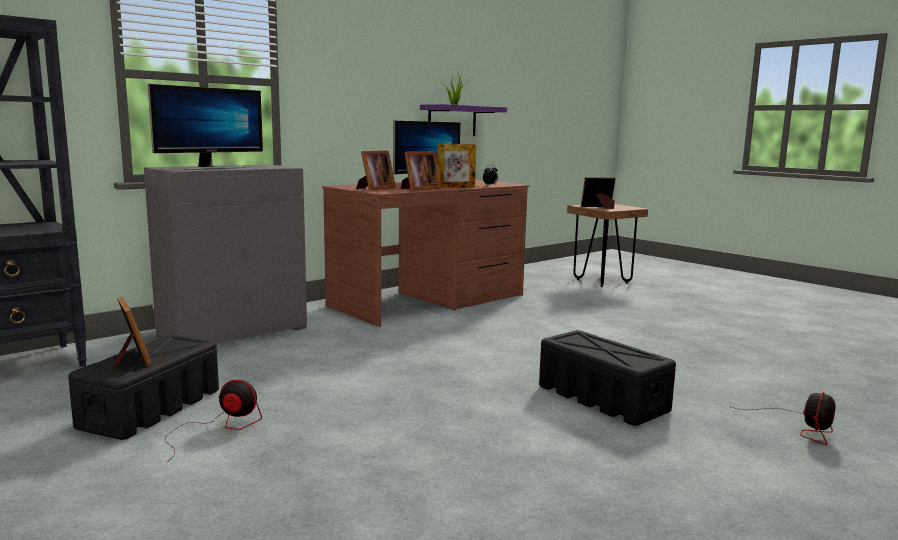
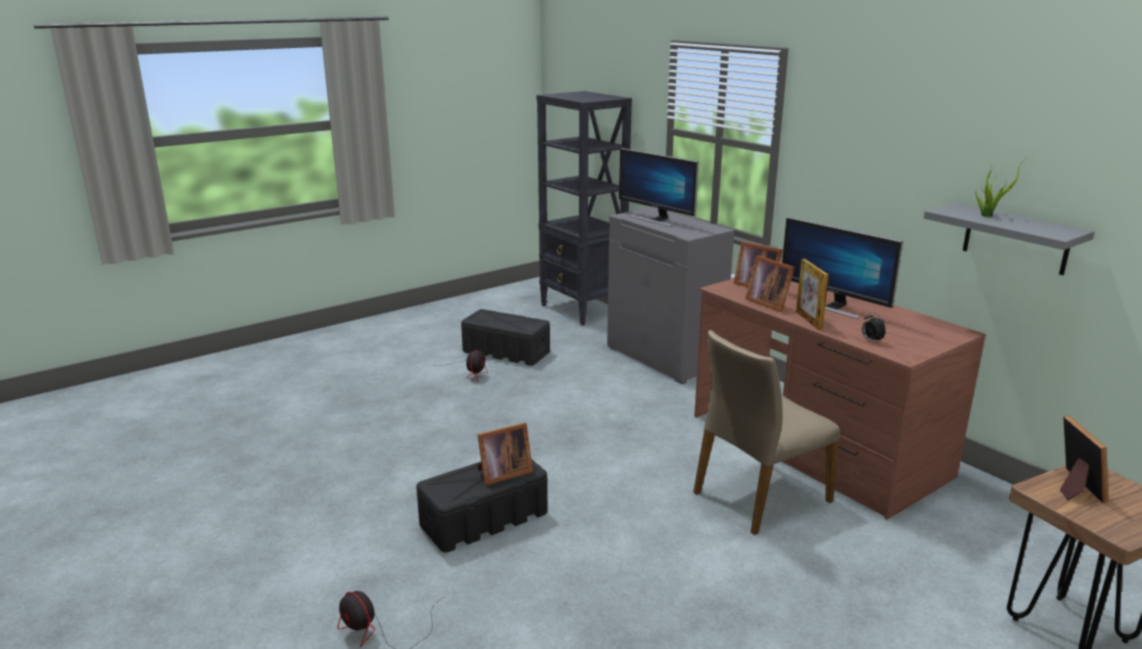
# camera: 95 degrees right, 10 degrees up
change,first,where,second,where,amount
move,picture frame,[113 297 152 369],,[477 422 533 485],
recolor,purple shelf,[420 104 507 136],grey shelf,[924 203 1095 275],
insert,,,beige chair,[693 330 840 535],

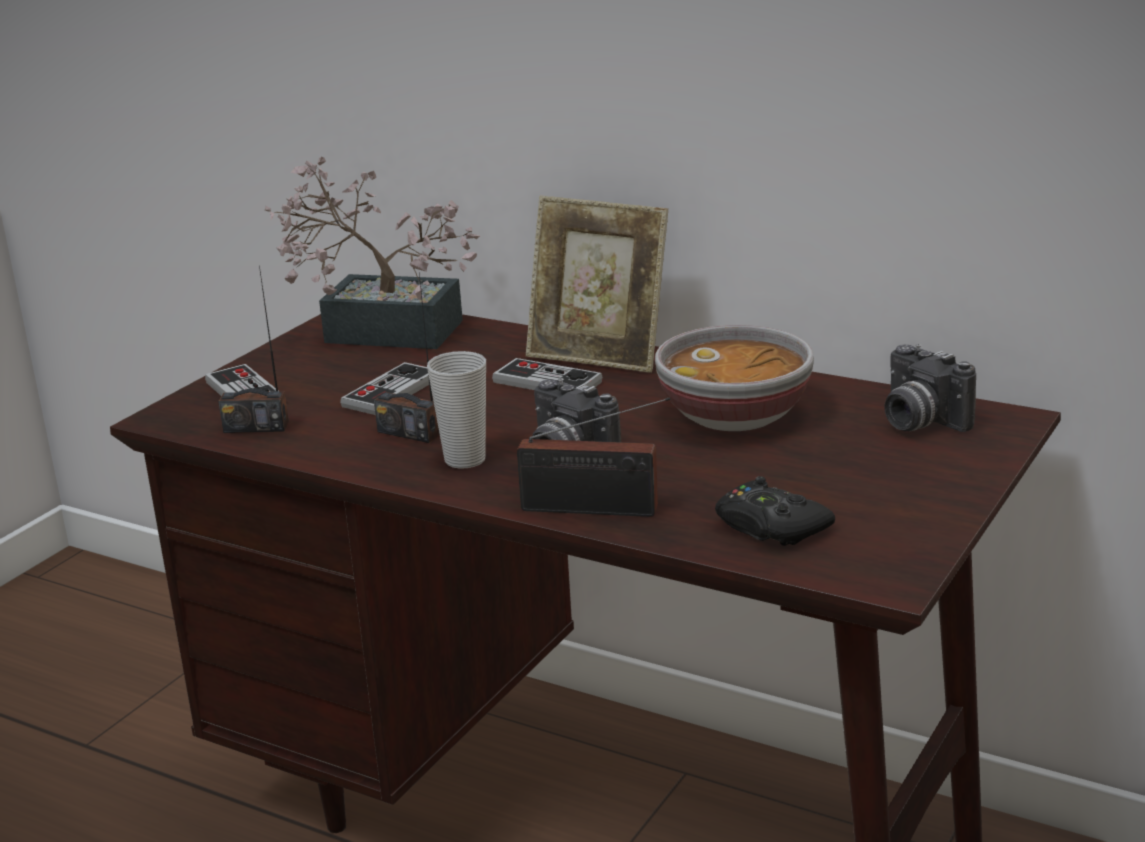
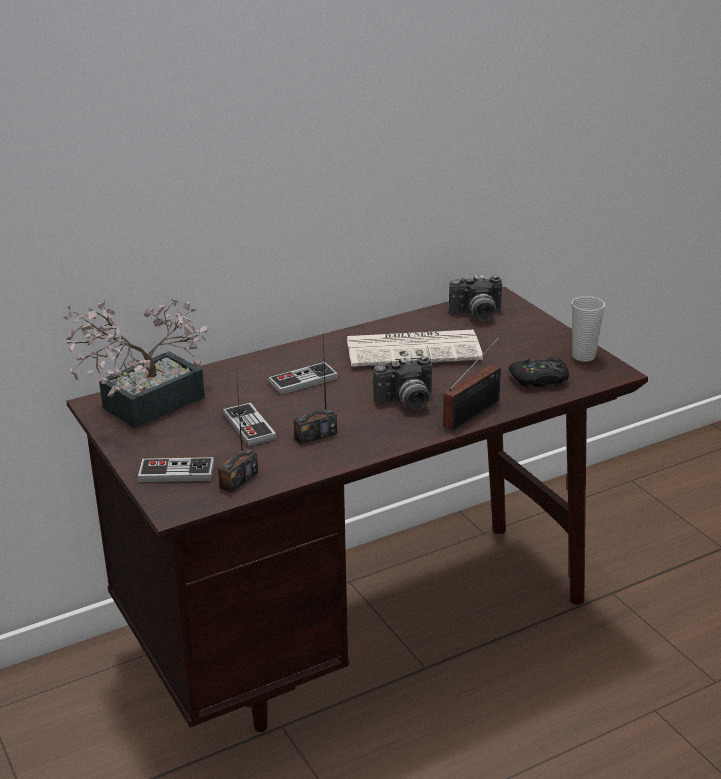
# camera: 60 degrees left, 5 degrees up
change,first,where,second,where,amount
move,cup,[427 351 486 469],,[572 296 605 362],
delete,picture frame,[526 196 668 373],,,
replace,bowl,[655 325 814 431],newspaper,[347 330 483 367],

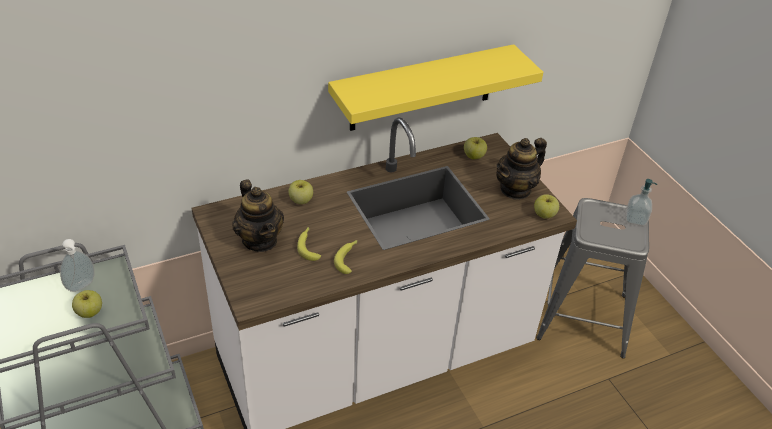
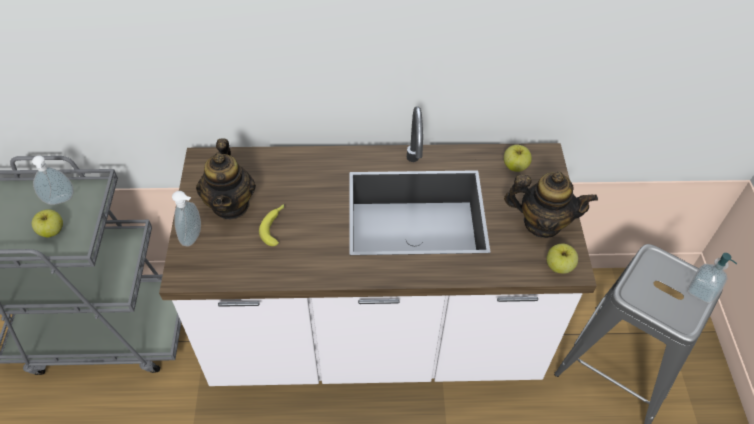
# camera: 25 degrees right, 10 degrees up
change,first,where,second,where,amount
delete,apple,[288 180 313 204],,,
delete,yellow shelf,[328 44 543 131],,,
delete,banana,[334 240 357 274],,,
rotate,teapot,[496 138 547 200],,[504 171 598 238],150 degrees counterclockwise
insert,,,soap dispenser,[172 191 201 247],

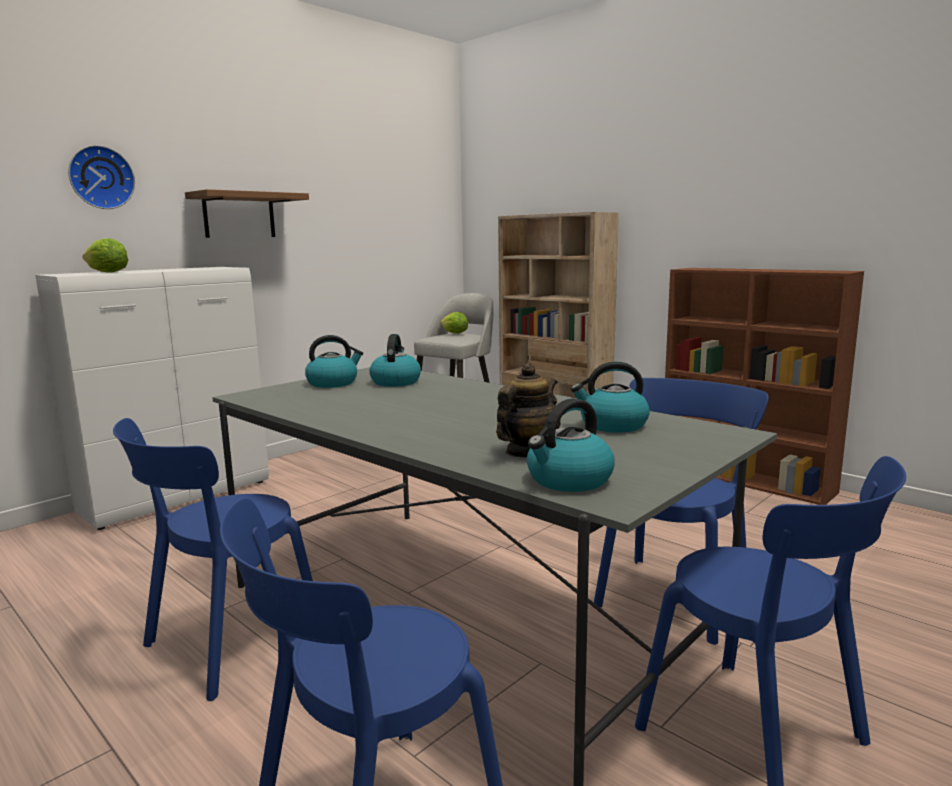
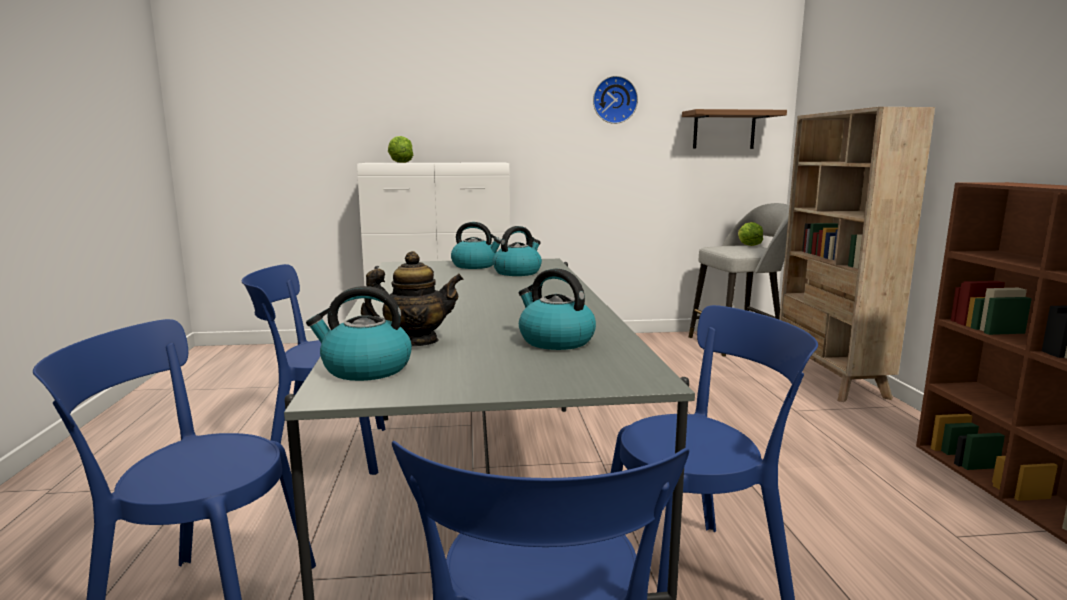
# camera: 40 degrees right, 0 degrees up
change,first,where,second,where,amount
move,wall clock,[68 145 135 209],,[593 76 638 124],
move,brown shelf,[185 189 309 238],,[682 109 787 149],

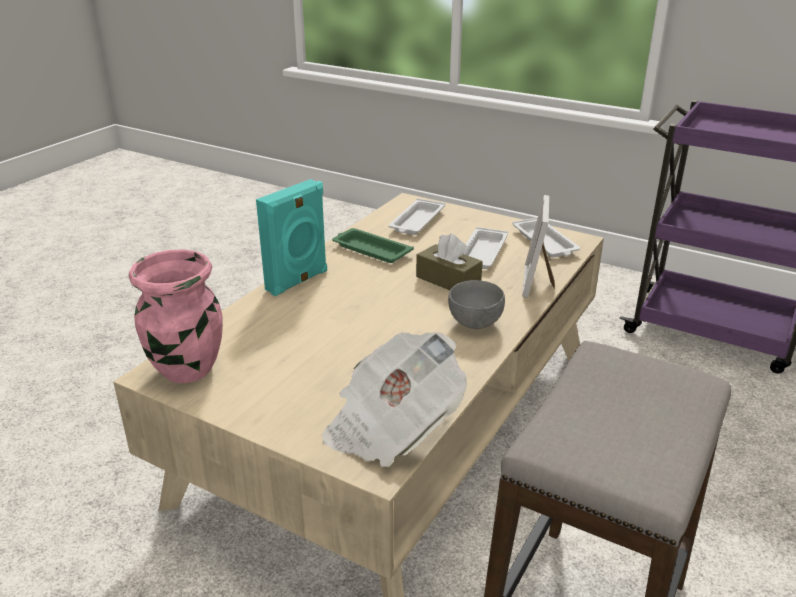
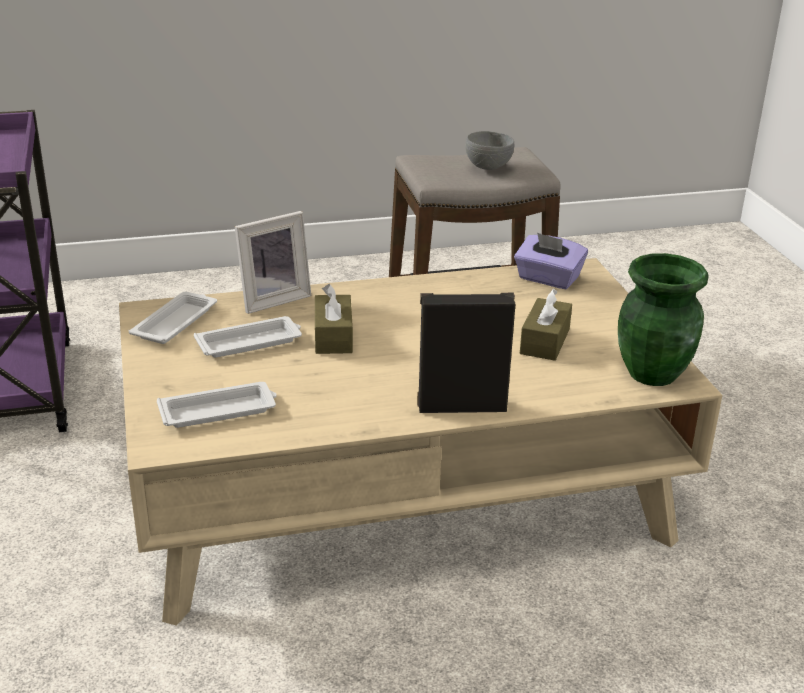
# camera: 135 degrees left, 0 degrees up
change,first,where,second,where,amount
recolor,pink vase,[128 249 223 383],green vase,[618 253 709 386],
recolor,turquoise speaker,[256 179 327 296],black speaker,[417 293 515 413],
replace,newspaper,[322 332 467 467],purple tissue box,[514 232 588 290],
delete,green tray,[332 228 414 263],,,
move,grey bowl,[448 280 505 329],,[465 131 514 170],
insert,,,brown tissue box,[520 289 572 361],

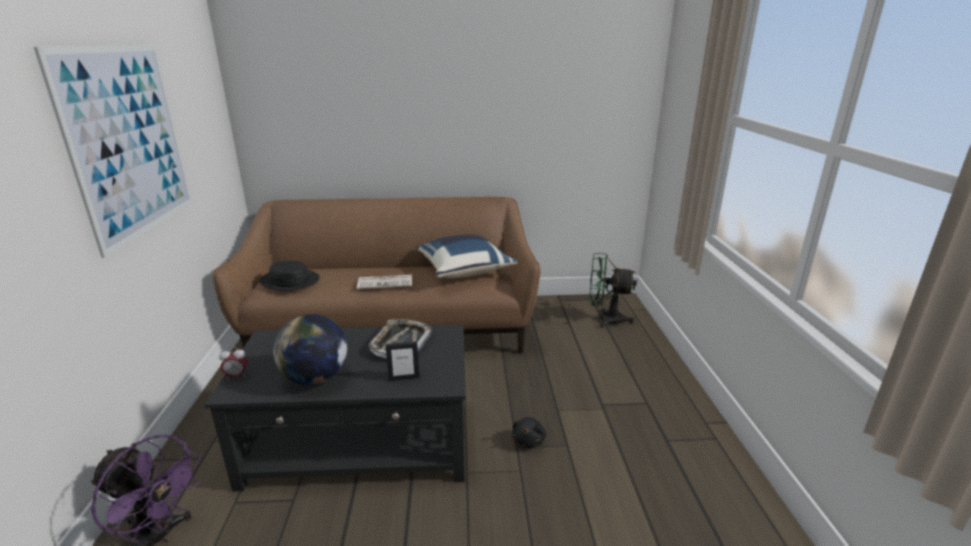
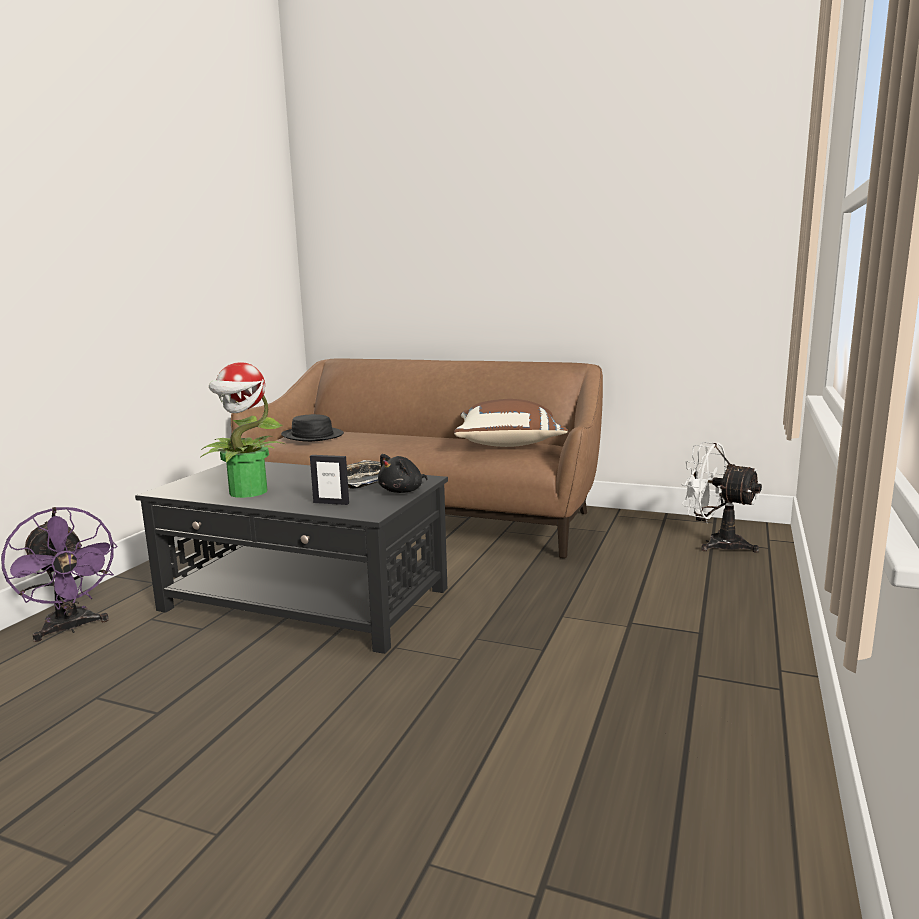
# camera: 25 degrees right, 10 degrees down
change,first,where,second,where,amount
delete,picture,[34 45 193 258],,,
delete,alarm clock,[219 347 248 380],,,
replace,globe,[273 314 348 385],potted plant,[200 362 285 498],
delete,newspaper,[357 275 412 289],,,
recolor,blue pillow,[416 235 518 278],brown pillow,[454 399 568 447],
move,black plush toy,[512 417 547 447],,[378 454 428 493],
recolor,green fan,[589 253 637 328],white fan,[681 442 762 553],

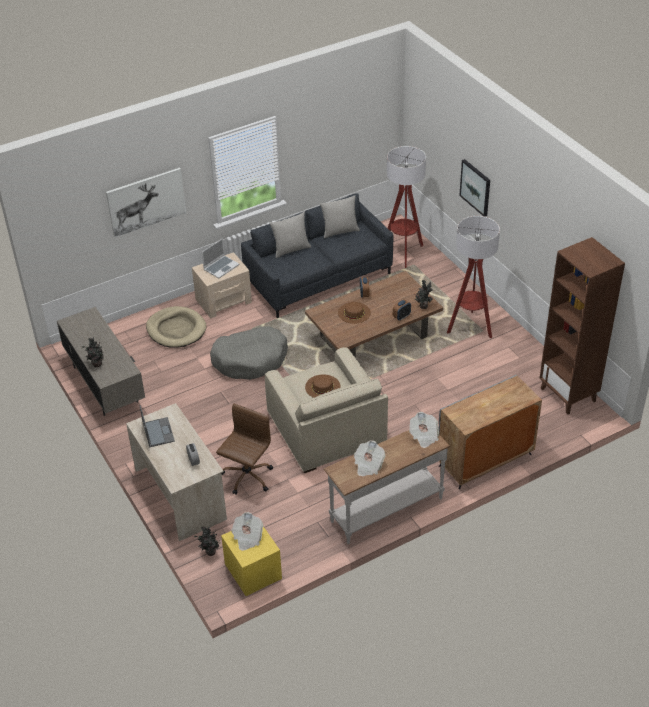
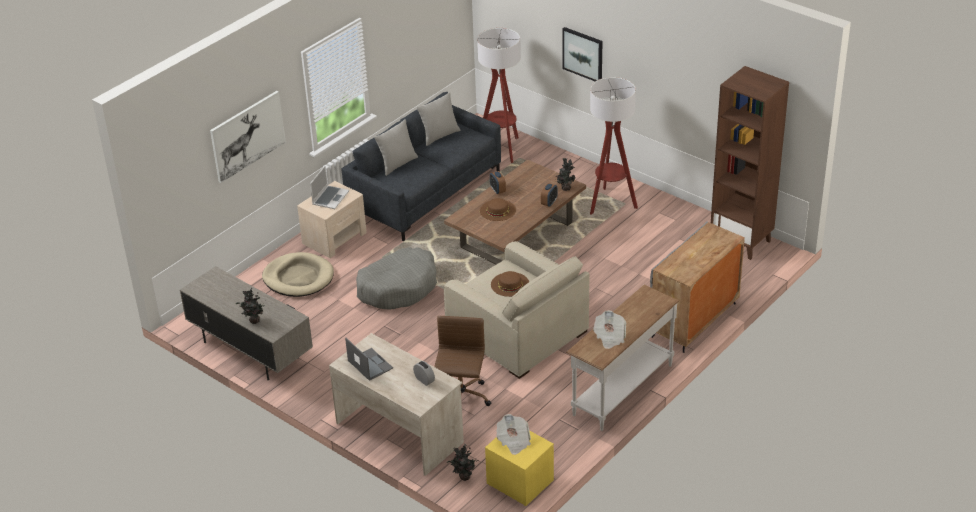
# camera: 20 degrees left, 5 degrees down
change,first,where,second,where,amount
delete,newspaper,[409 412 439 448],,,

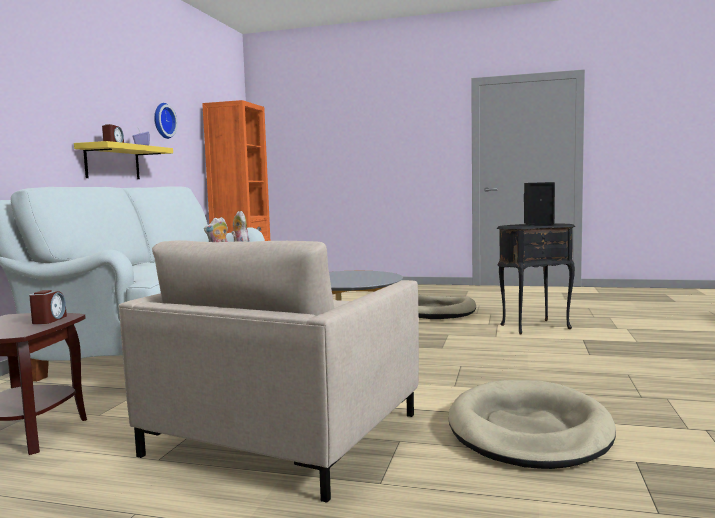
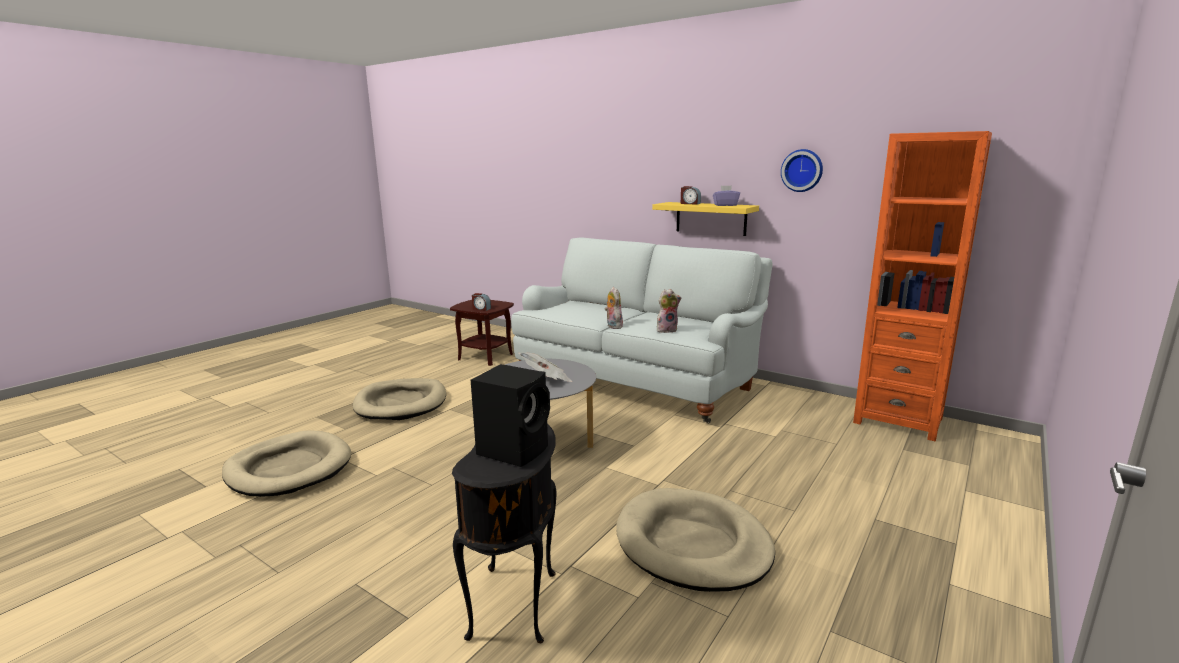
# camera: 110 degrees right, 10 degrees up
change,first,where,second,where,amount
replace,beige armchair,[118 240 419 503],beige dog bed,[353 378 446 420],
insert,,,newspaper,[519 352 573 382],

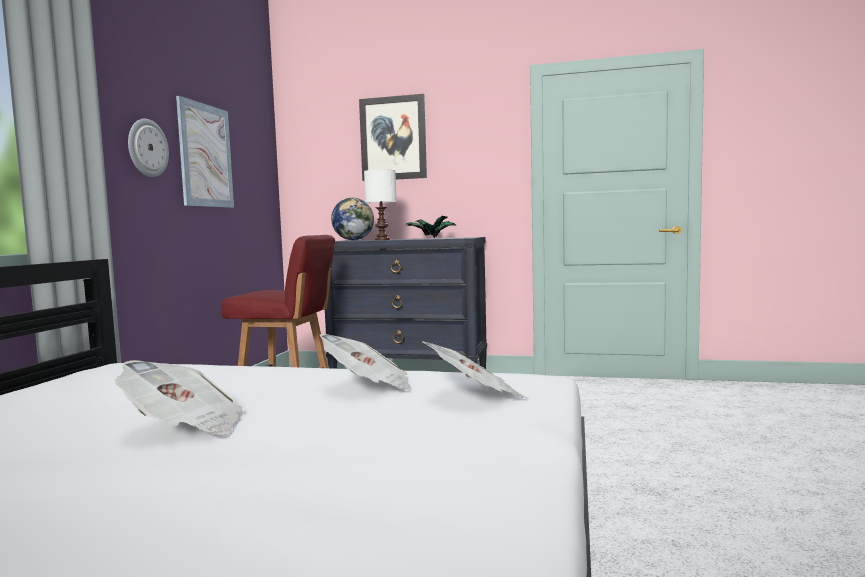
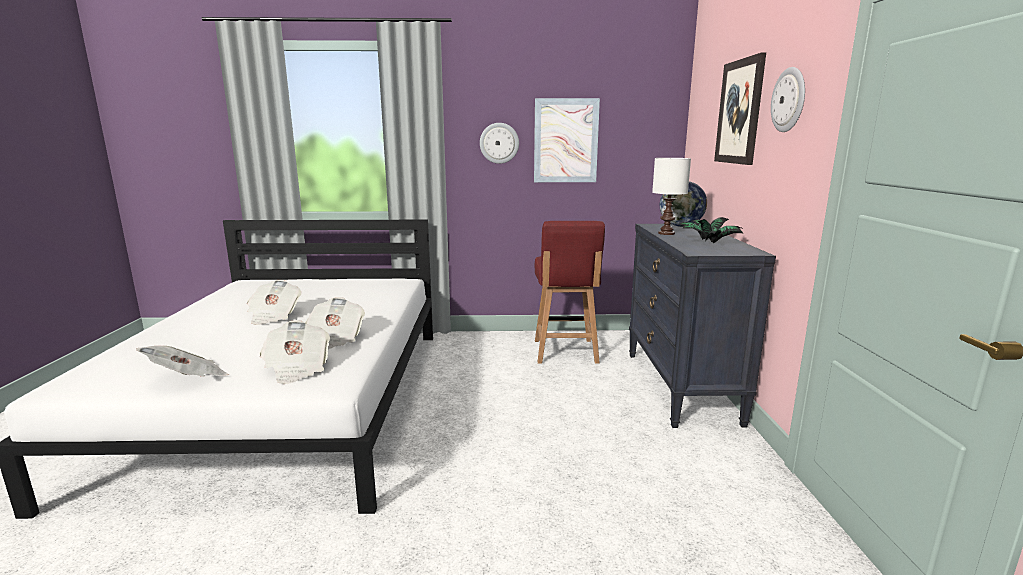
# camera: 75 degrees right, 10 degrees up
change,first,where,second,where,amount
insert,,,newspaper,[136 346 230 377],
insert,,,wall clock,[771 67 805 132],

